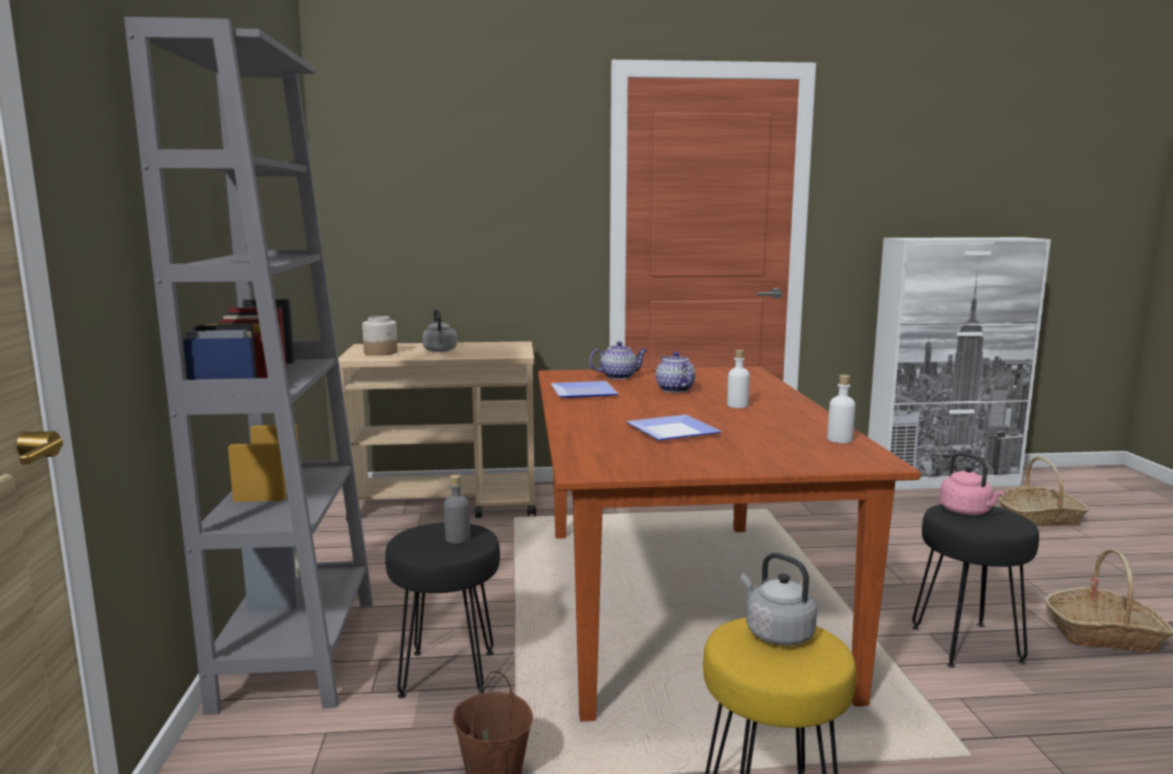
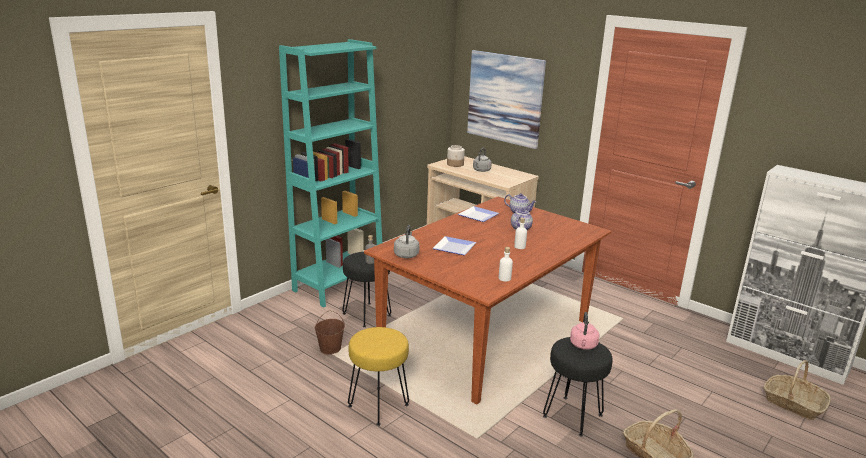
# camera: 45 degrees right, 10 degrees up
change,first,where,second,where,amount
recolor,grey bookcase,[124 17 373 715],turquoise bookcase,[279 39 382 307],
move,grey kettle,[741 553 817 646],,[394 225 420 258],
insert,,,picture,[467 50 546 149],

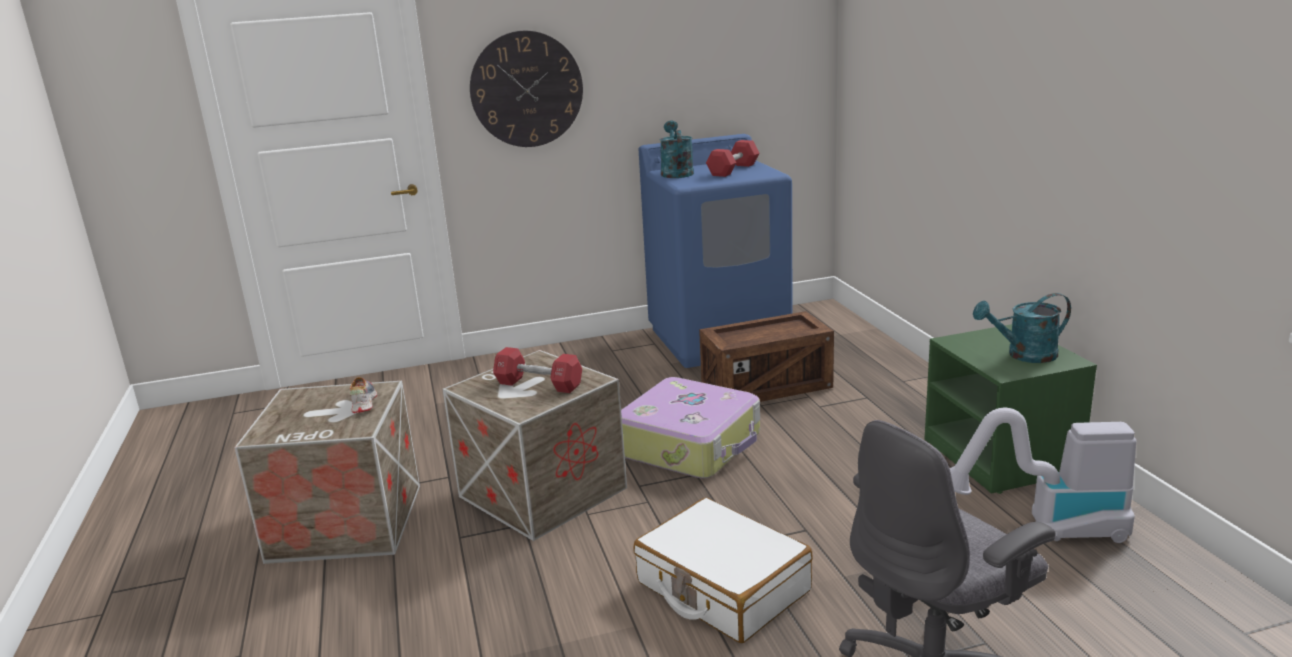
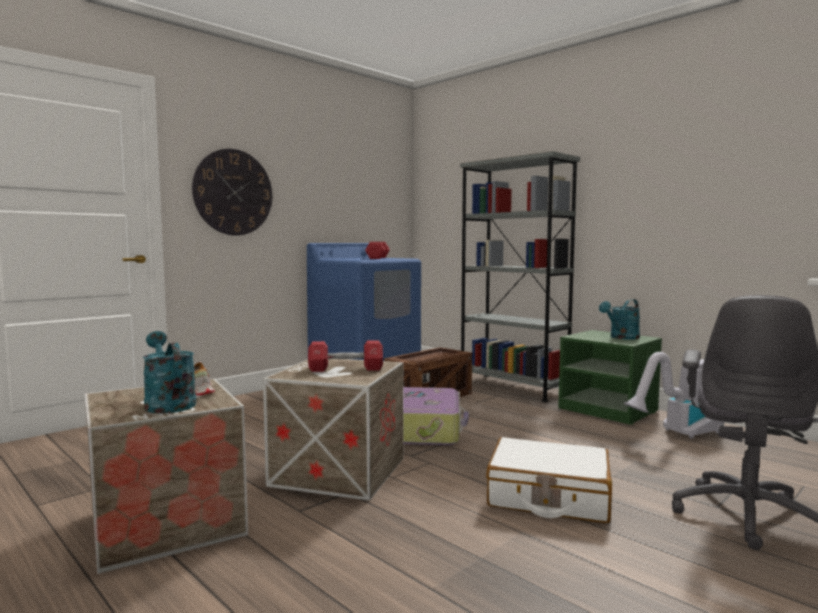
# camera: 30 degrees left, 15 degrees down
change,first,where,second,where,amount
move,turquoise watering can,[660 121 694 178],,[143 331 196 413],
insert,,,grey bookcase,[460 151 580 402],

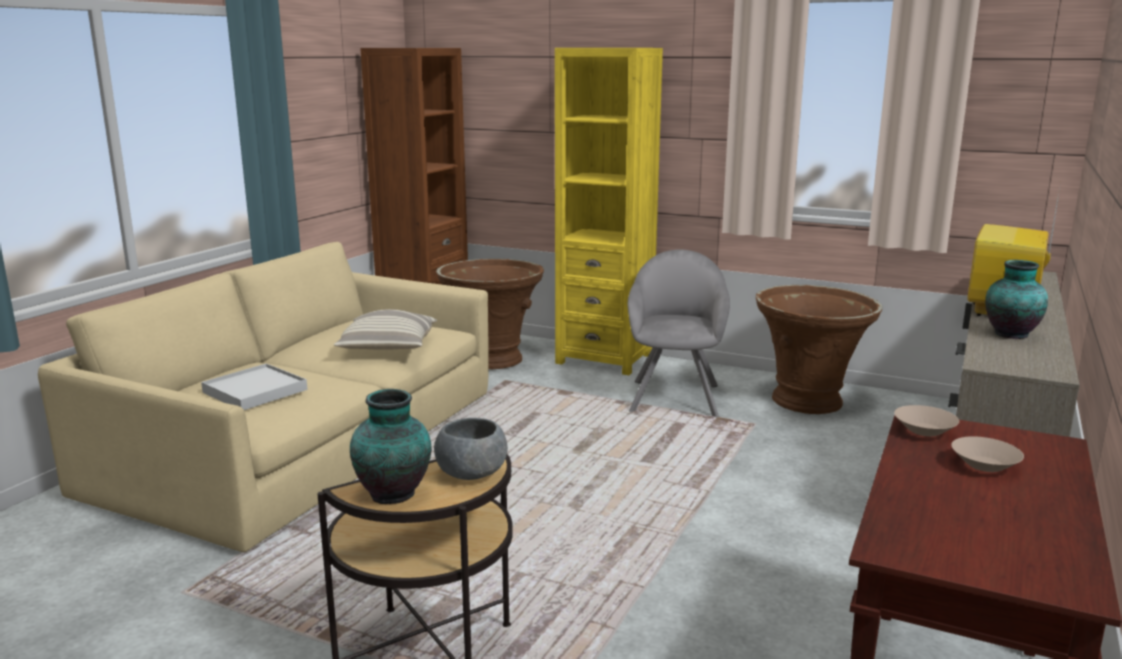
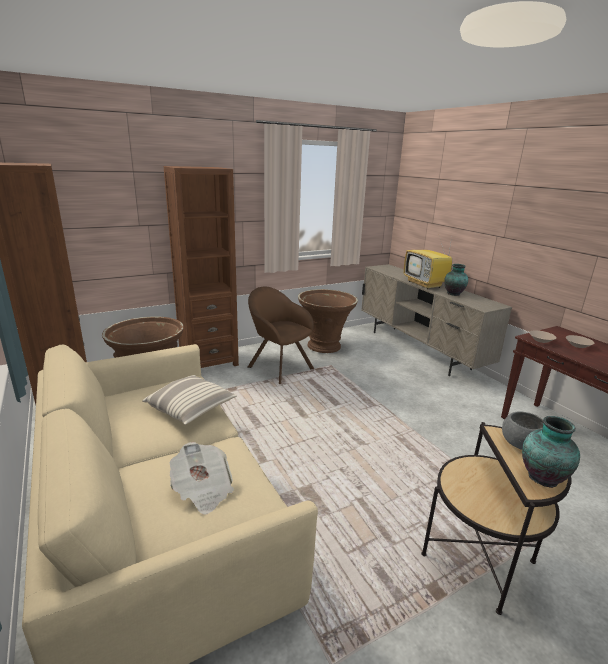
# camera: 55 degrees left, 5 degrees up
change,first,where,second,where,amount
replace,white tray,[201 363 308 410],newspaper,[170 442 234 515],
recolor,yellow bookcase,[555 48 663 375],brown bookcase,[164 166 239 368],
recolor,grey armchair,[628 249 730 417],brown armchair,[247 286 314 384],

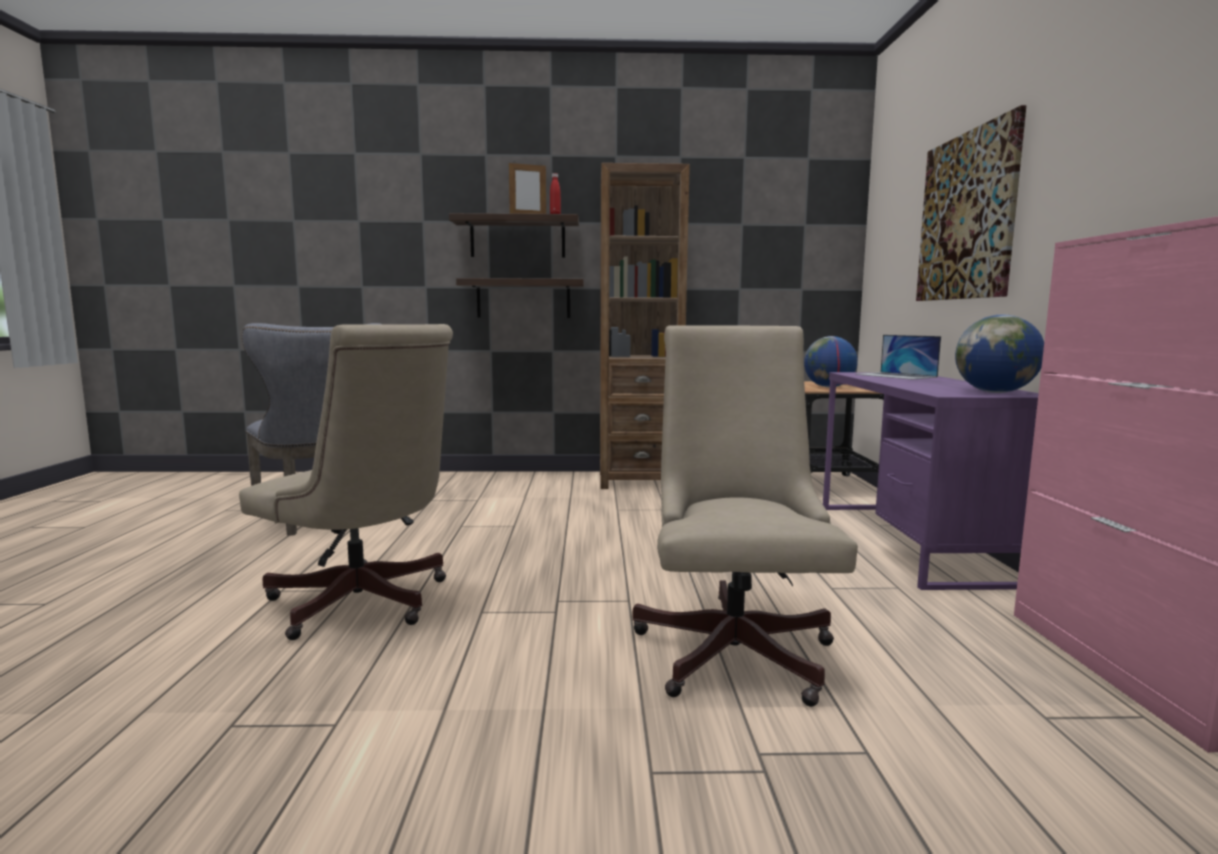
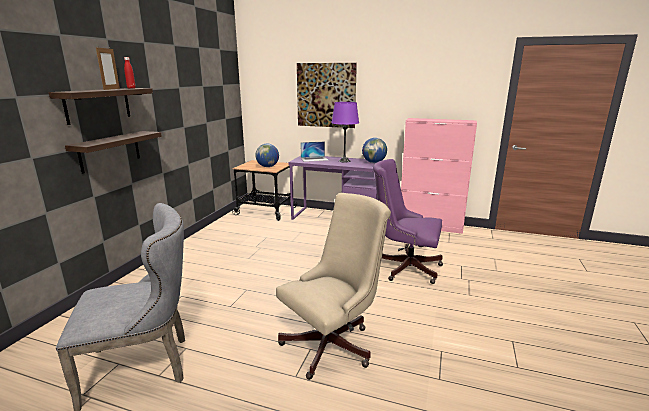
# camera: 70 degrees left, 10 degrees up
change,first,where,second,where,amount
delete,brown bookcase,[600 163 690 489],,,
recolor,beige office chair,[632 325 858 707],purple office chair,[373 159 443 284],
insert,,,purple table lamp,[331 102 359 163],

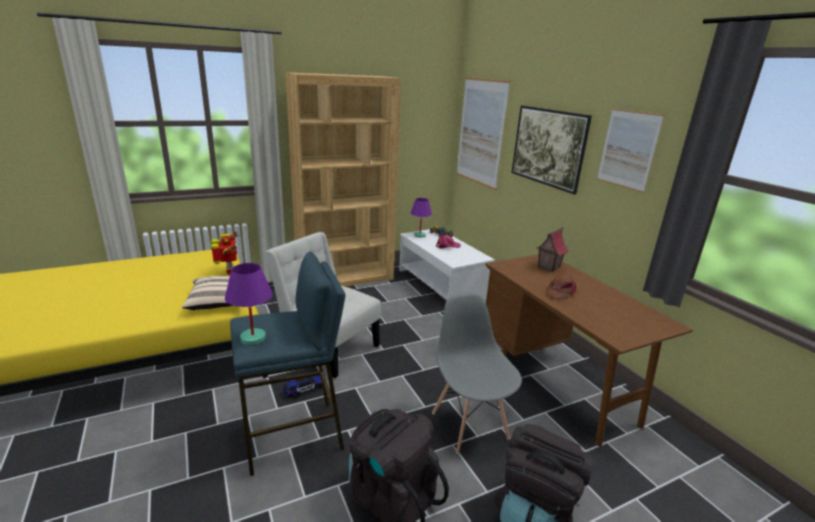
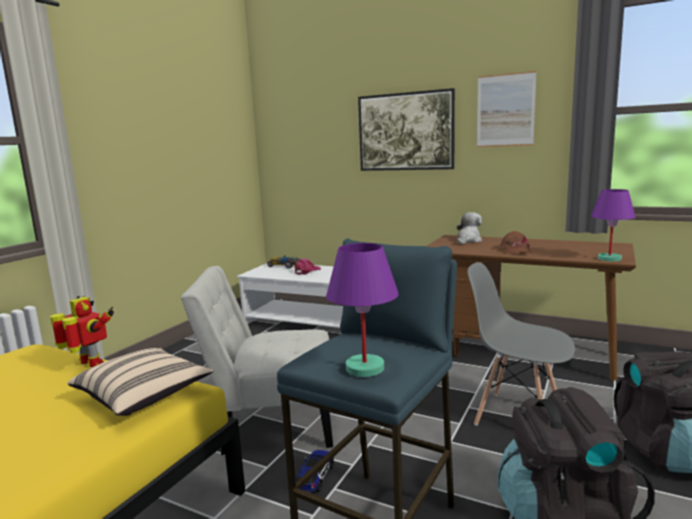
# camera: 35 degrees left, 10 degrees down
change,first,where,second,where,amount
delete,brown bookcase,[285 72 401 287],,,
move,purple table lamp,[411 198 432 238],,[591 189 636 262],
delete,picture,[456 77 510 190],,,
replace,toy house,[536 227 568 272],plush toy,[457 212 482 244],

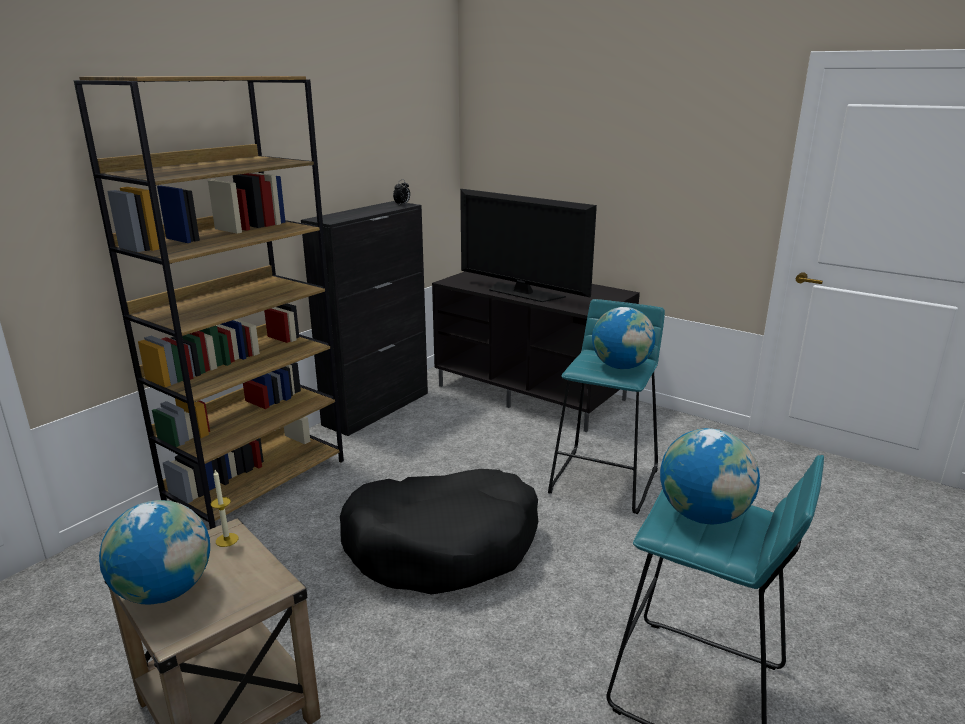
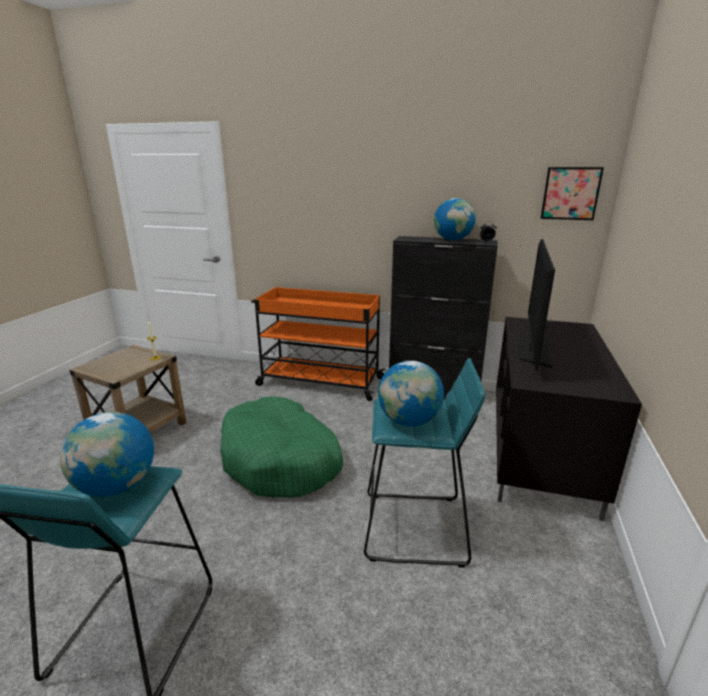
# camera: 70 degrees right, 0 degrees up
change,first,where,second,where,amount
replace,brown bookcase,[74 76 344 529],orange cart,[251 287 386 401],
move,globe,[99 500 210 605],,[434 198 476 240],
recolor,black dog bed,[340 469 538 595],green dog bed,[220 396 343 498],
insert,,,picture,[540 167 604 220],

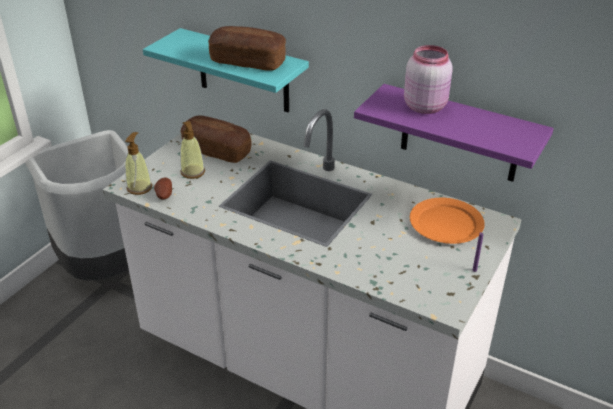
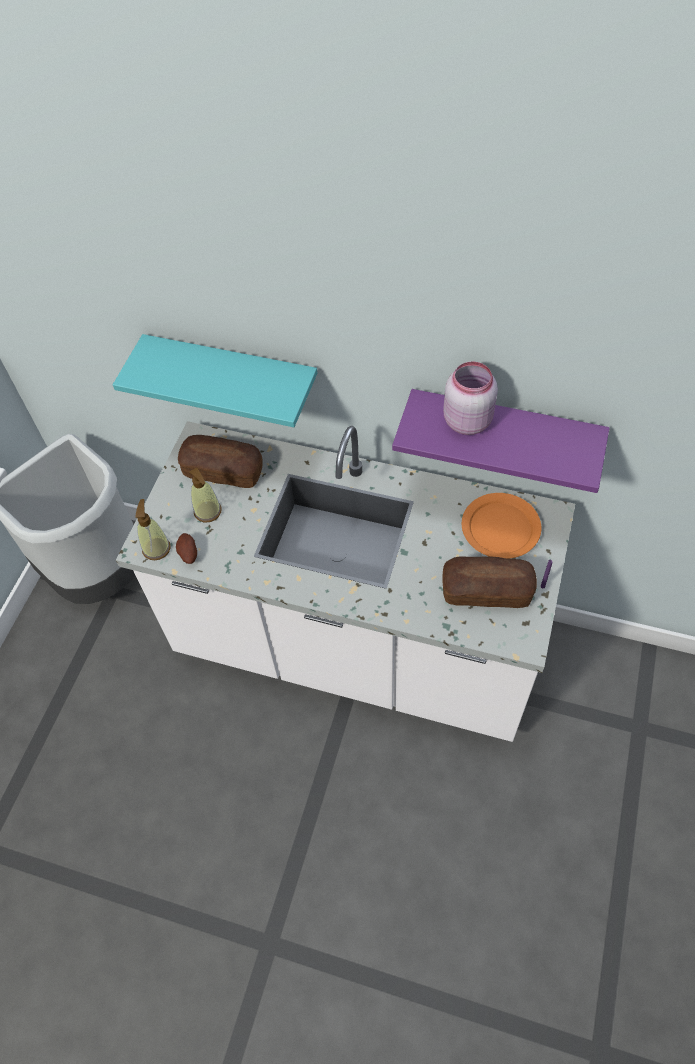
# camera: 10 degrees left, 20 degrees up
change,first,where,second,where,amount
move,bread,[208 26 286 71],,[442 556 537 608],

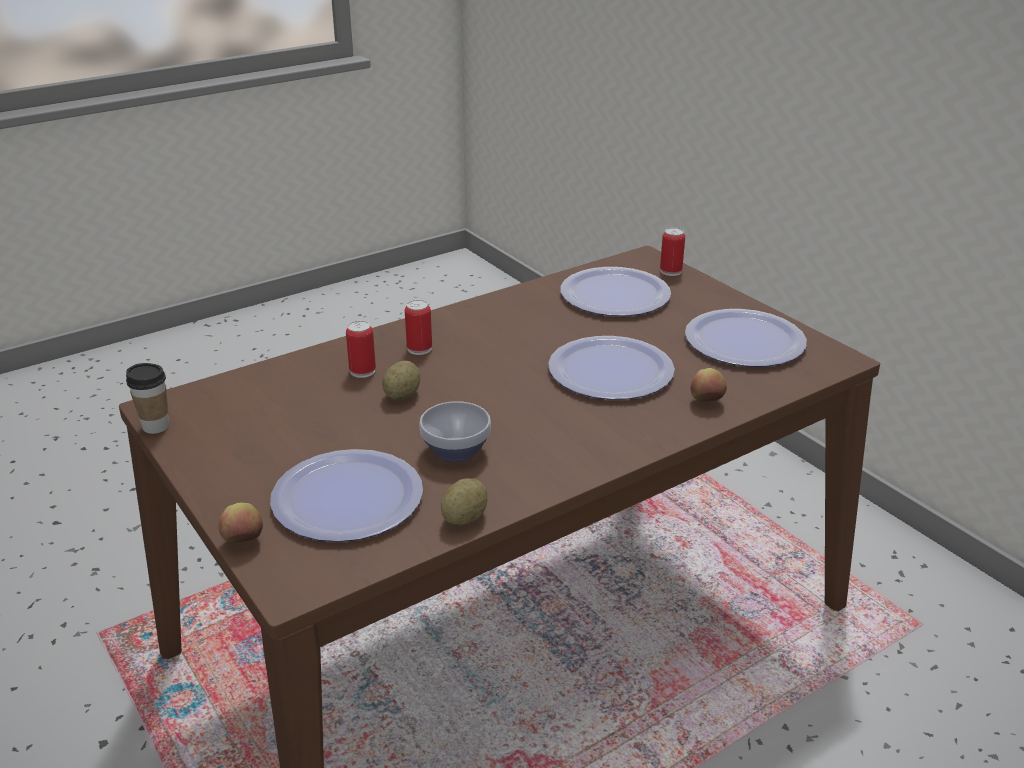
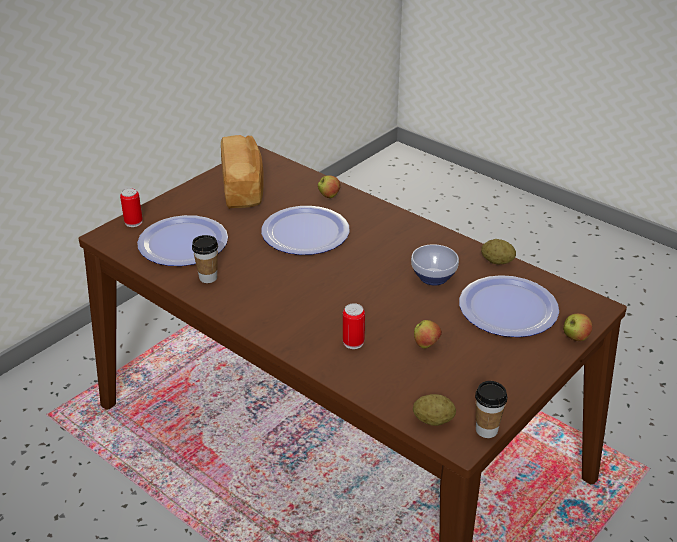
# camera: 105 degrees left, 5 degrees up
change,first,where,second,where,amount
move,potato,[382 361 420 400],,[413 394 456 426],
delete,can,[405 300 432 355],,,
replace,plate,[685 309 807 367],bread,[221 135 264 209],
insert,,,cup,[192 235 218 283],
insert,,,apple,[414 320 442 349],

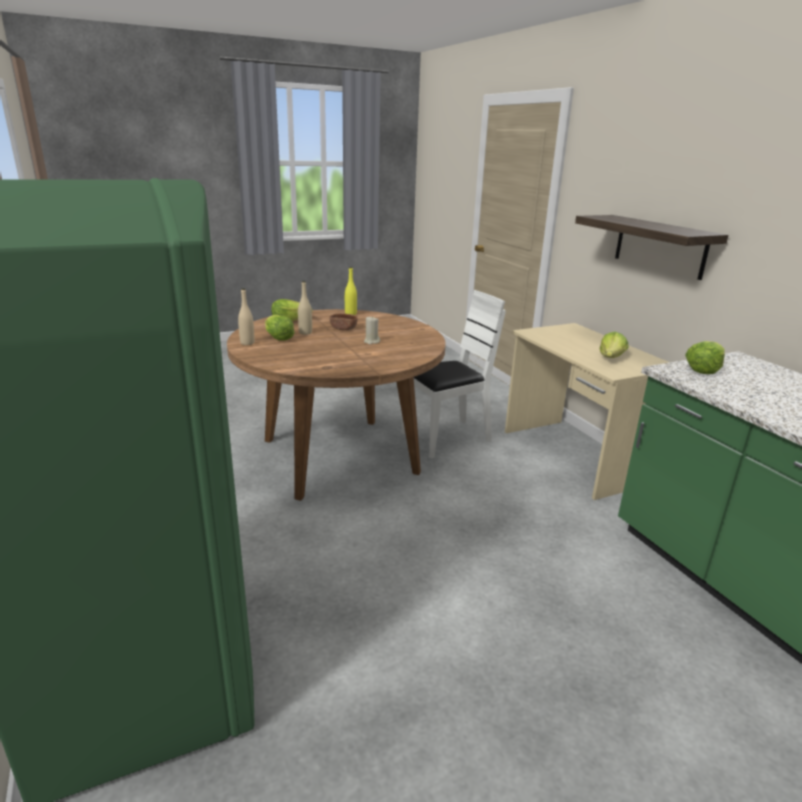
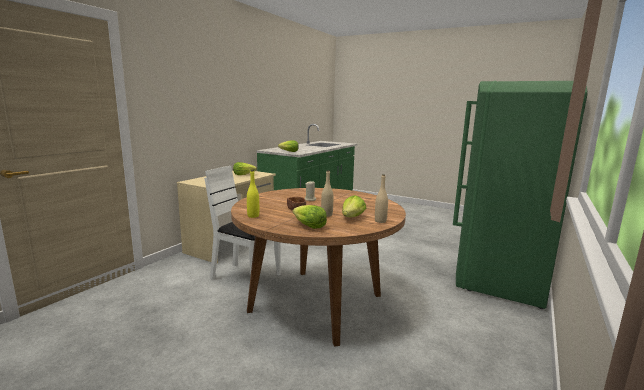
# camera: 125 degrees left, 10 degrees down
change,first,where,second,where,amount
delete,shelf,[575 215 728 280],,,

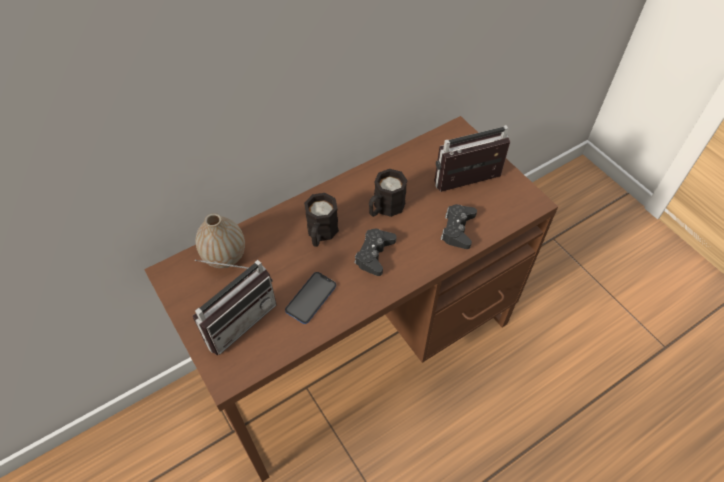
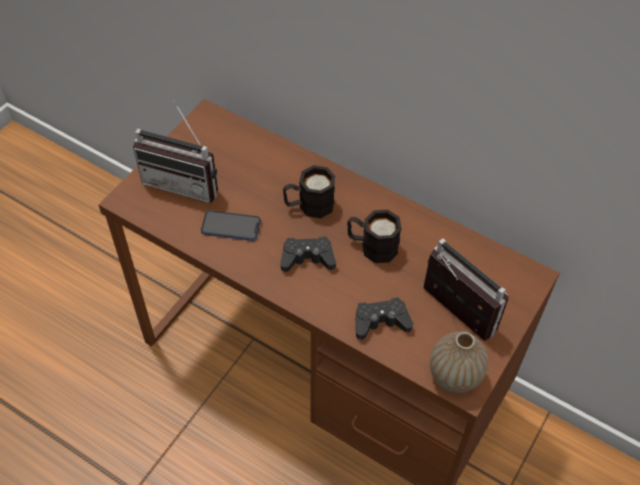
# camera: 65 degrees right, 0 degrees up
change,first,where,second,where,amount
move,vase,[196 213 245 268],,[430 332 488 393],

